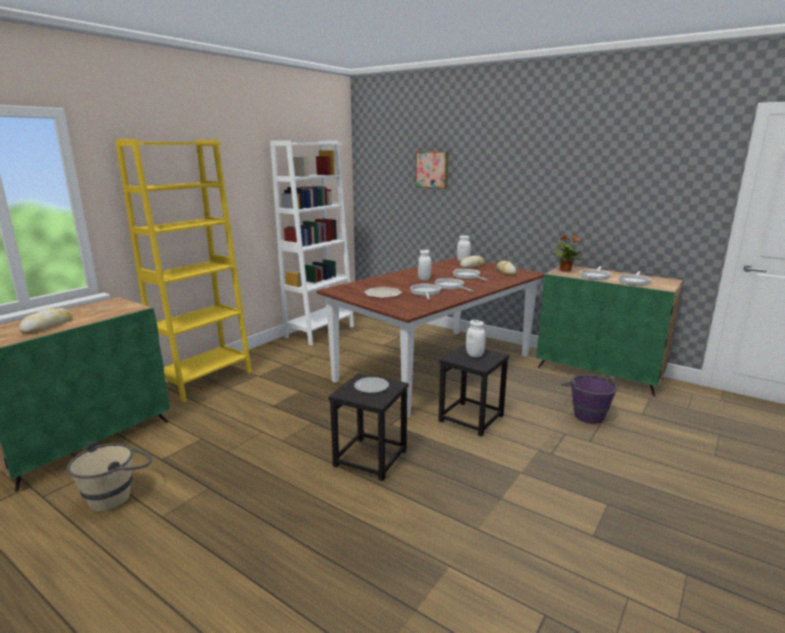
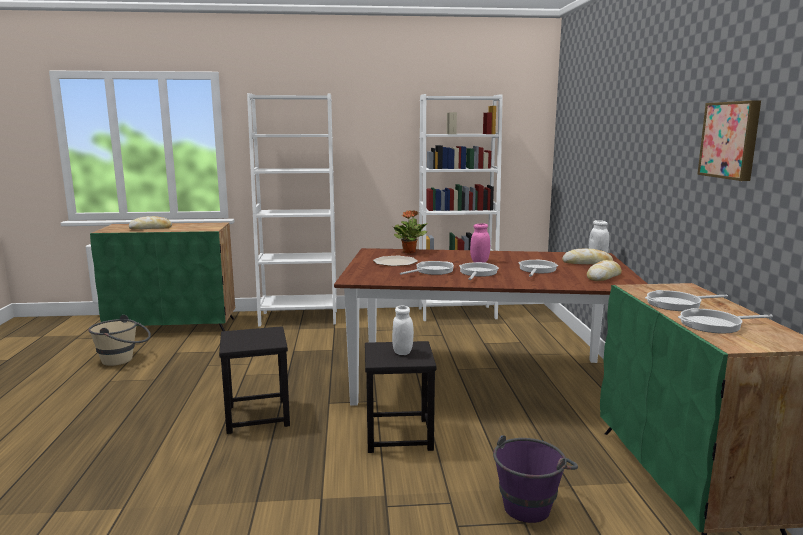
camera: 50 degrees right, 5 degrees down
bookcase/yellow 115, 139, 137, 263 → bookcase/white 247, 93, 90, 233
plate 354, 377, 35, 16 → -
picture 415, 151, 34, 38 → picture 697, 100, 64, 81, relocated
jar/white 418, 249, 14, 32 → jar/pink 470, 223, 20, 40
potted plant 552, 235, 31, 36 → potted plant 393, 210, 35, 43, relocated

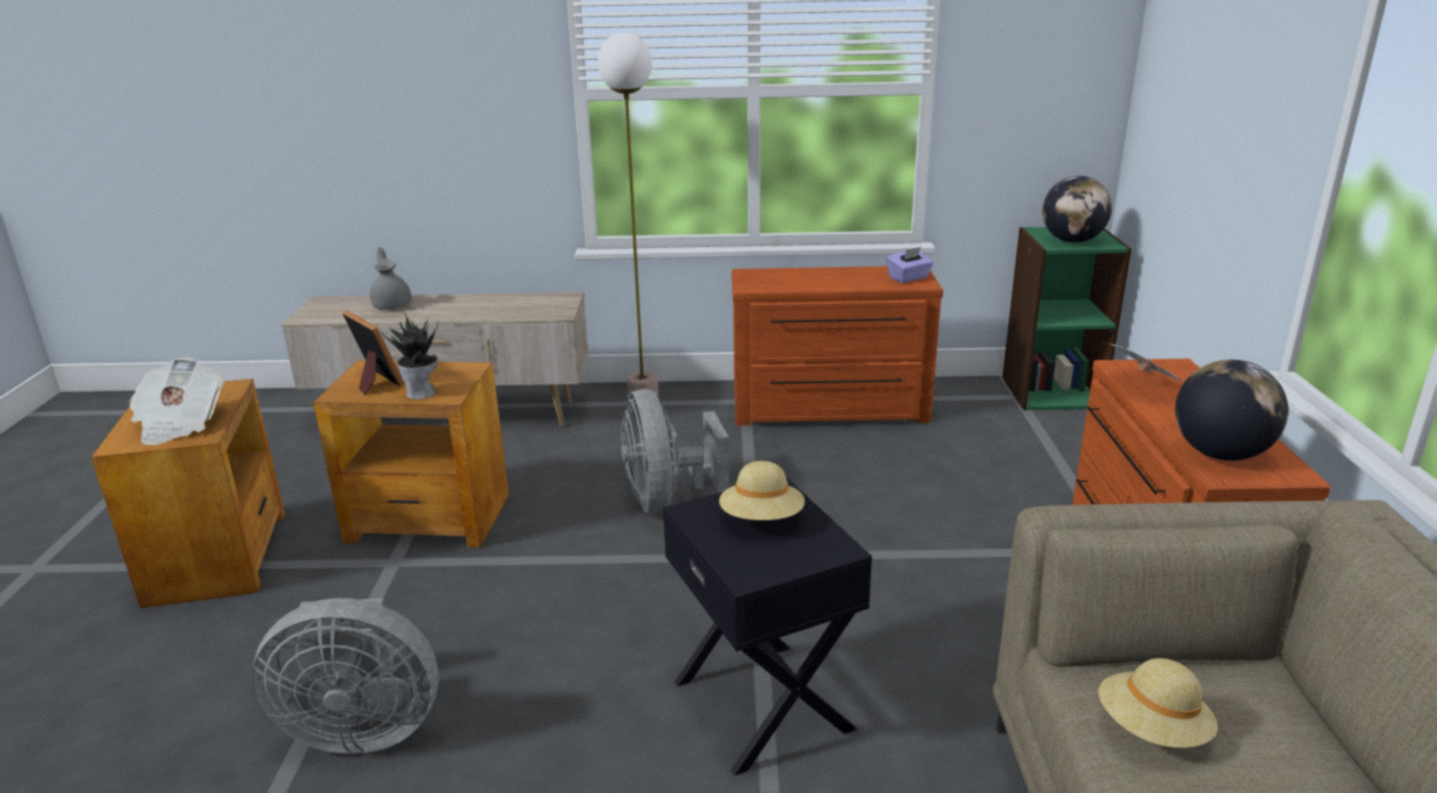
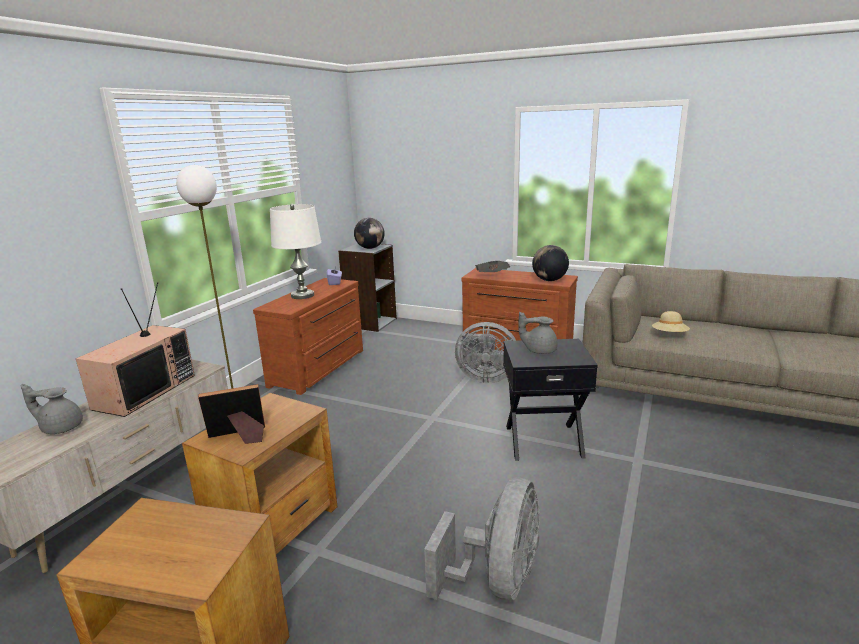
camera: 65 degrees left, 5 degrees down
newspaper 129, 358, 95, 87 → -
potted plant 382, 312, 57, 88 → -
fan/grey 621, 389, 108, 125 → fan/grey 455, 322, 61, 61, relocated
hat/beige 719, 461, 86, 59 → teapot/grey 518, 312, 40, 42
bookcase/green 1002, 227, 129, 183 → bookcase/grey 338, 244, 59, 88
- → television 76, 282, 119, 135
- → table lamp/white 270, 204, 51, 95

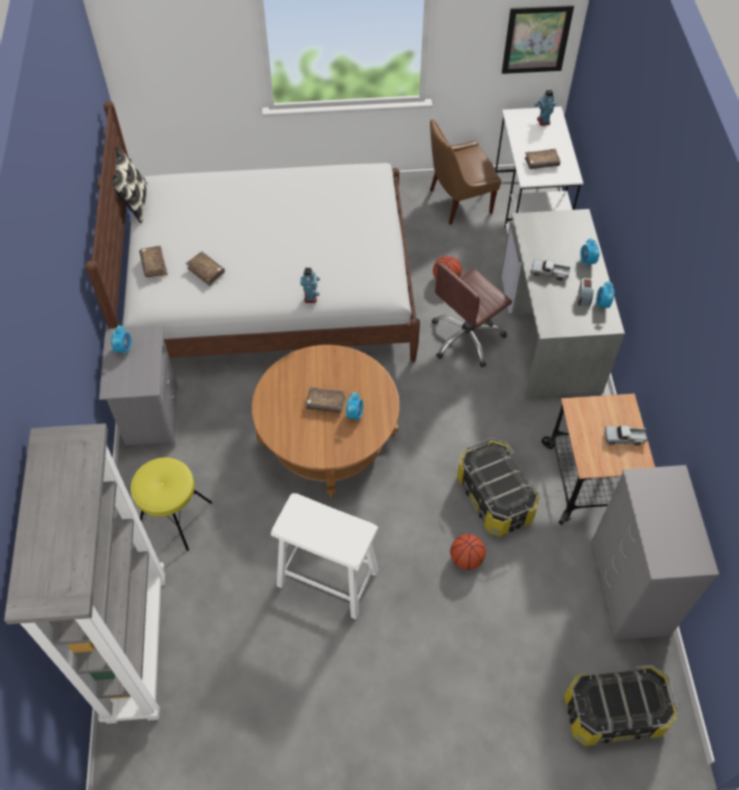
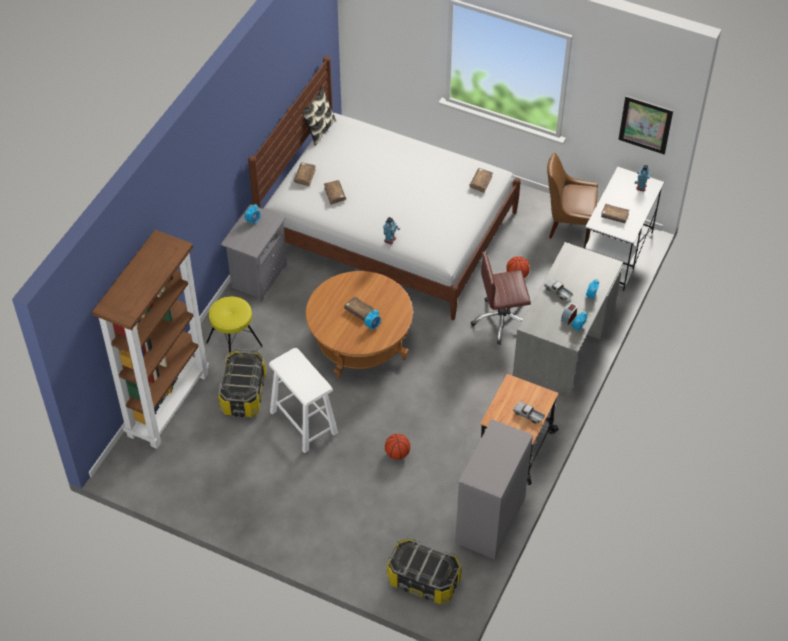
camera: 30 degrees right, 5 degrees down
bookcase/grey 4, 423, 161, 301 → bookcase/brown 92, 230, 118, 219
storage box 457, 438, 83, 98 → storage box 218, 349, 48, 68, relocated
- → book/brown 469, 168, 24, 25

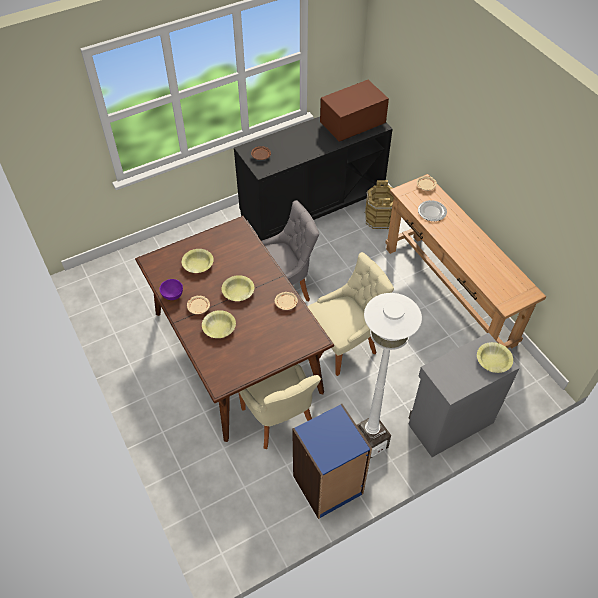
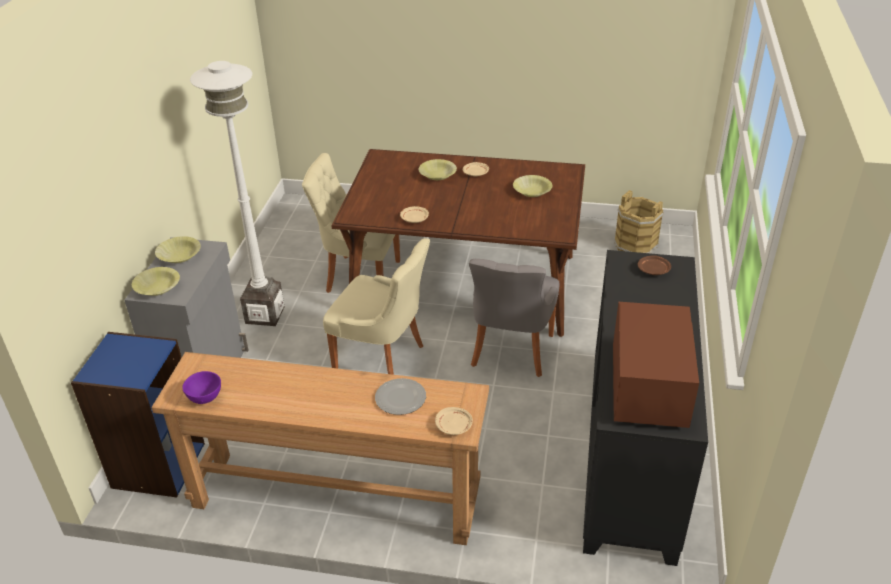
camera: 130 degrees right, 15 degrees down
bowl/purple 159, 279, 24, 21 → bowl/purple 182, 371, 39, 33, relocated
bowl/yellow 222, 275, 32, 26 → bowl/yellow 155, 236, 46, 27, relocated
bookcase/blue 292, 404, 80, 115 → bookcase/blue 71, 332, 134, 165, relocated
chair/beige 307, 252, 87, 124 → chair/beige 323, 238, 107, 137, 75 degrees counterclockwise
bucket/brown 364, 180, 30, 50 → bucket/brown 614, 190, 50, 63, relocated

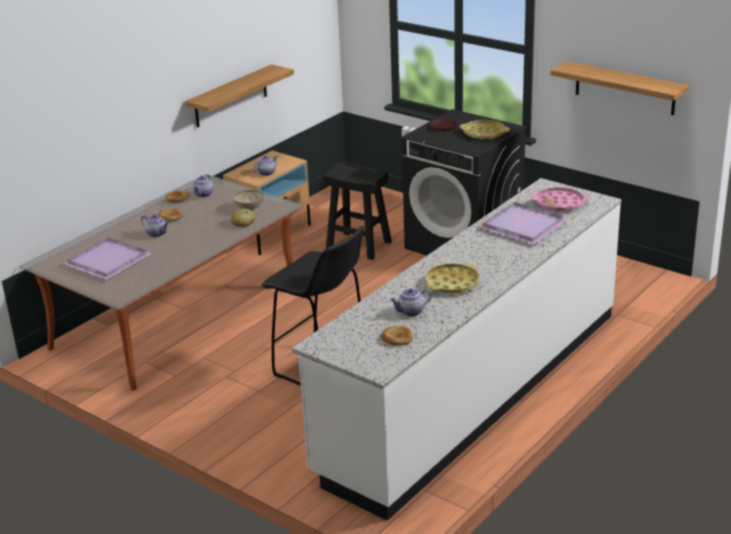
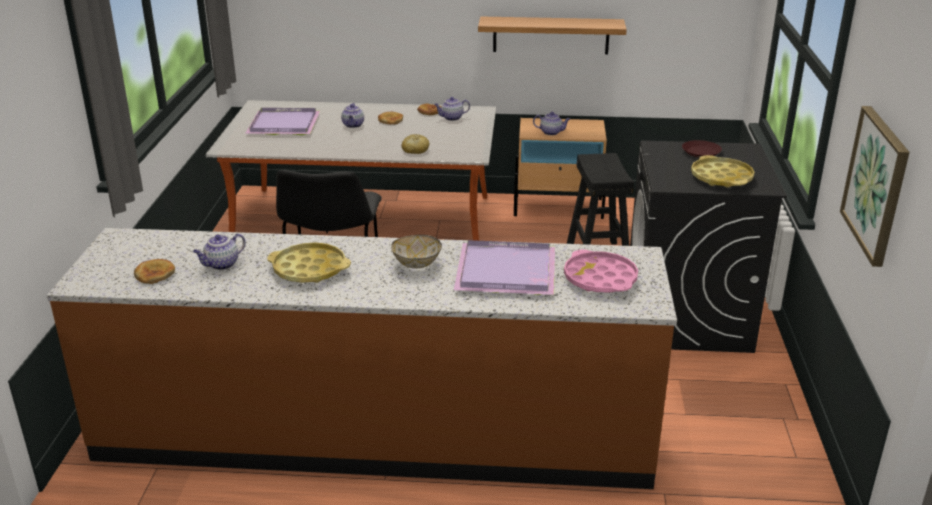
camera: 55 degrees right, 0 degrees up
bowl 233, 190, 31, 20 → bowl 391, 235, 51, 34, relocated
counter/white 292, 178, 329, 343 → counter/brown 47, 228, 630, 261
teapot 391, 288, 40, 28 → teapot 193, 233, 53, 37, 75 degrees counterclockwise
shelf 551, 61, 138, 54 → picture 840, 106, 70, 161

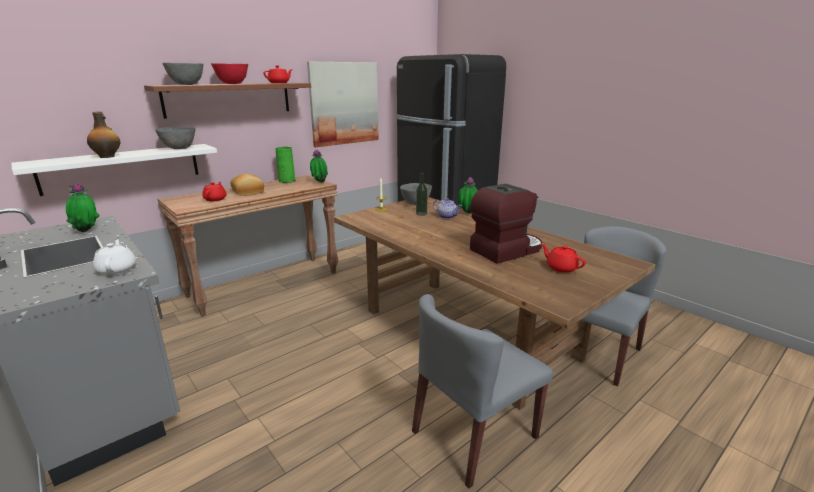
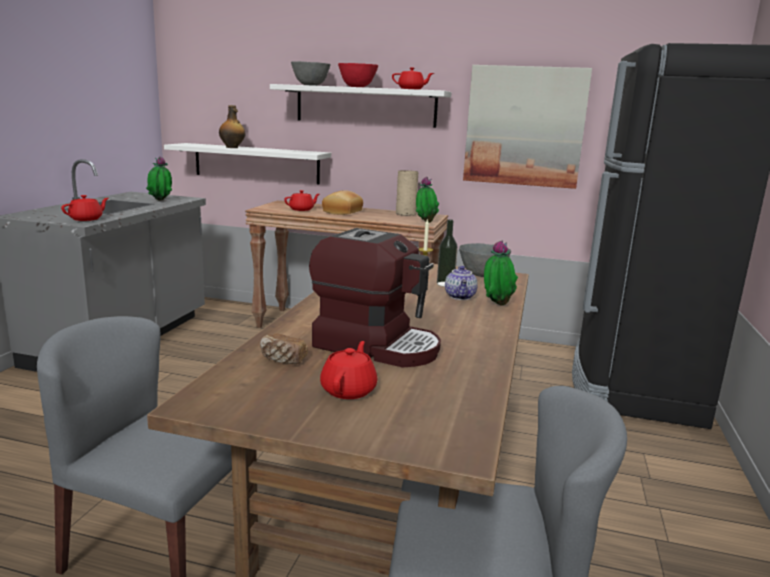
camera: 55 degrees right, 5 degrees down
teapot/white 93, 239, 43, 36 → teapot/red 61, 195, 47, 26
shelf/brown 144, 83, 167, 36 → shelf/white 270, 84, 182, 44
bowl/grey 155, 127, 40, 22 → -
vase/green 276, 147, 19, 36 → vase/beige 396, 170, 22, 46
- → bread 260, 333, 48, 31

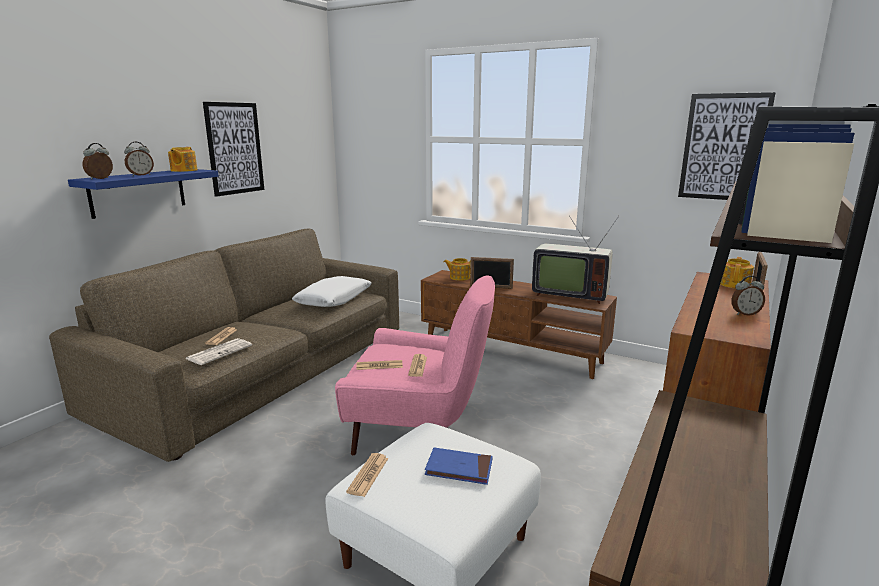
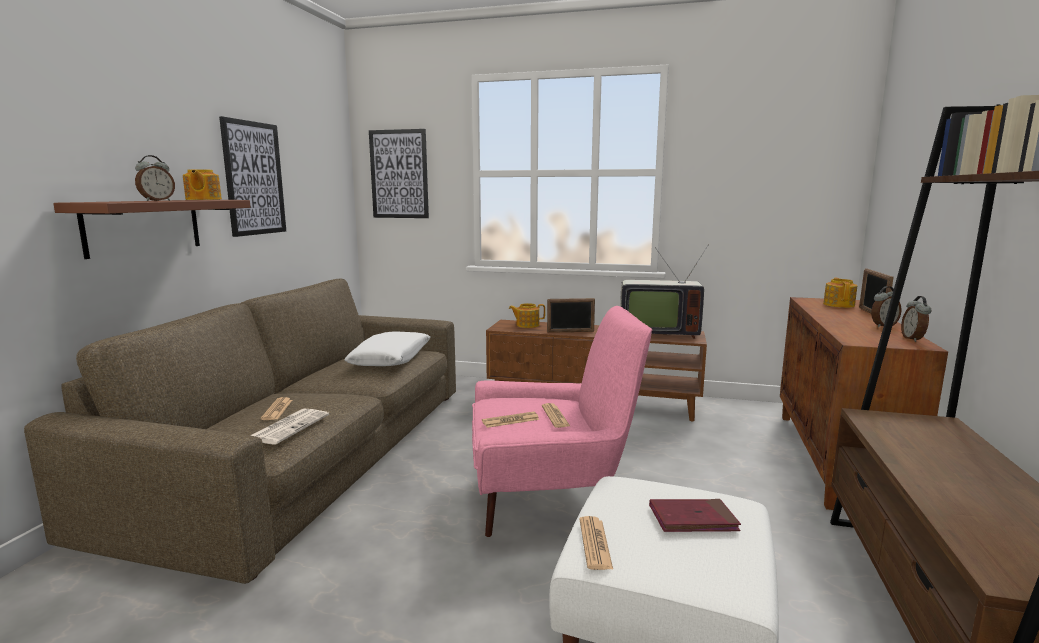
camera: 15 degrees left, 5 degrees down
shelf/blue 68, 169, 151, 50 → shelf/brown 53, 200, 197, 59
alarm clock 83, 143, 30, 37 → alarm clock 901, 296, 31, 46, relocated
book/blue 425, 447, 68, 38 → book/red 649, 499, 92, 33
picture 678, 92, 98, 108 → picture 369, 129, 60, 89, relocated

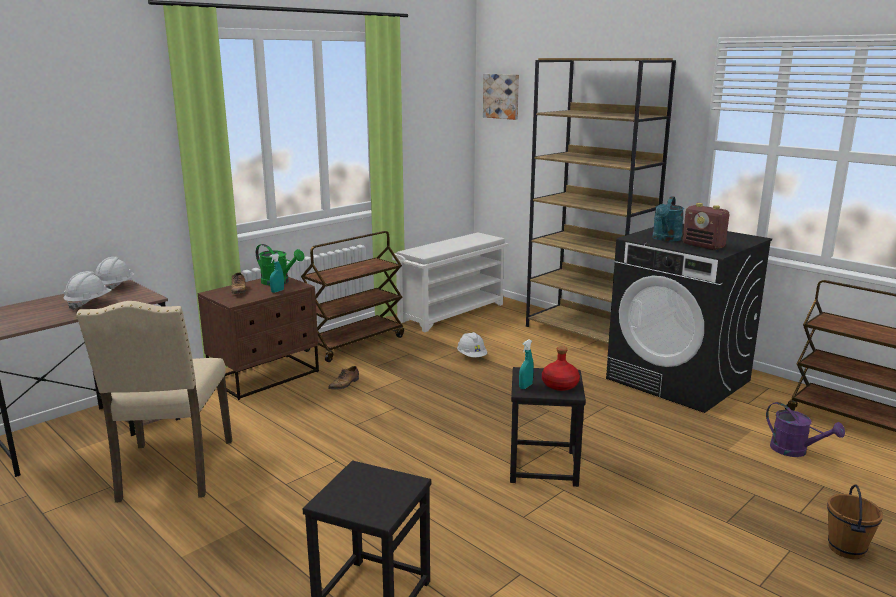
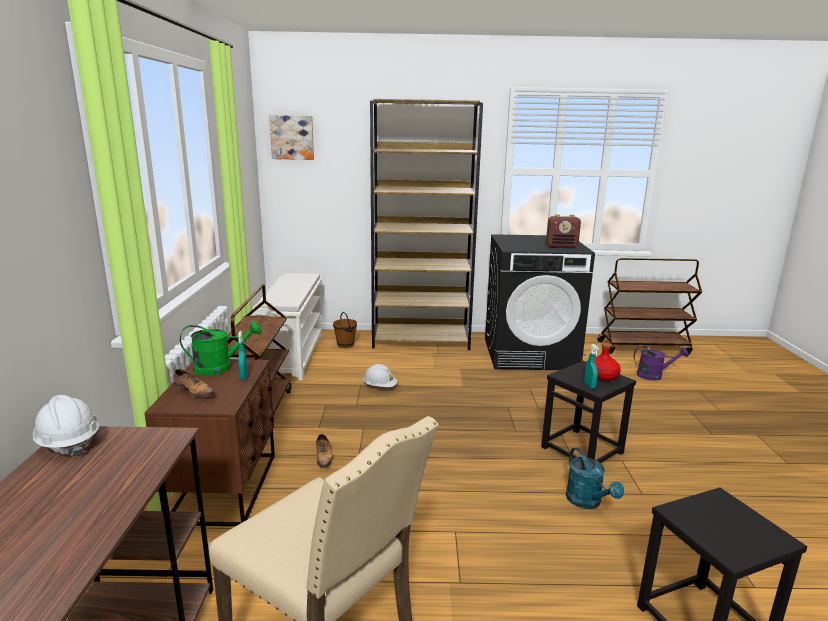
camera: 45 degrees left, 0 degrees up
hard hat/white 64, 271, 48, 39 → -
watering can/turquoise 652, 196, 32, 45 → watering can/turquoise 566, 447, 58, 62, relocated
bucket/brown 827, 485, 56, 74 → bucket/brown 333, 312, 24, 36, relocated

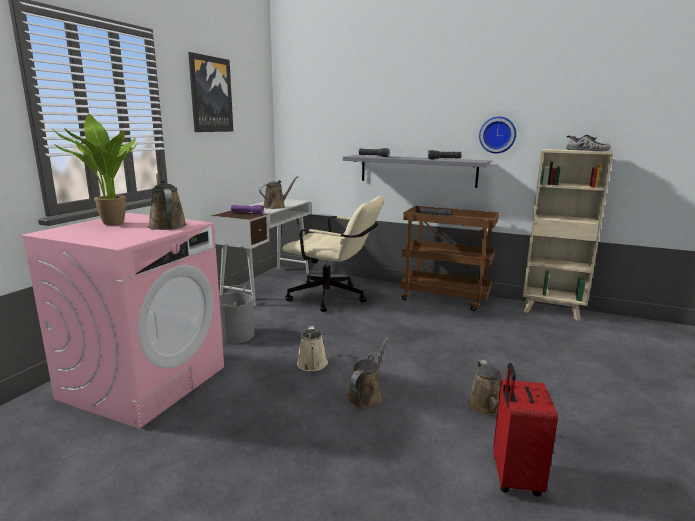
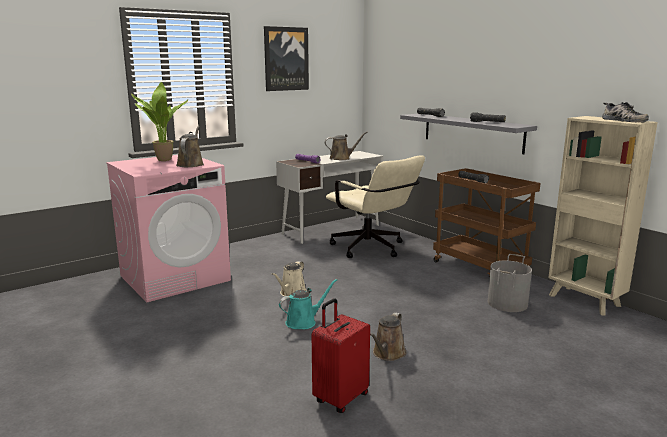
camera: 30 degrees right, 0 degrees up
bucket/grey 219, 286, 35, 58 → bucket/grey 488, 254, 44, 58, relocated
watering can/brown 346, 338, 43, 70 → watering can/turquoise 279, 279, 59, 50
wall clock 479, 117, 37, 36 → -

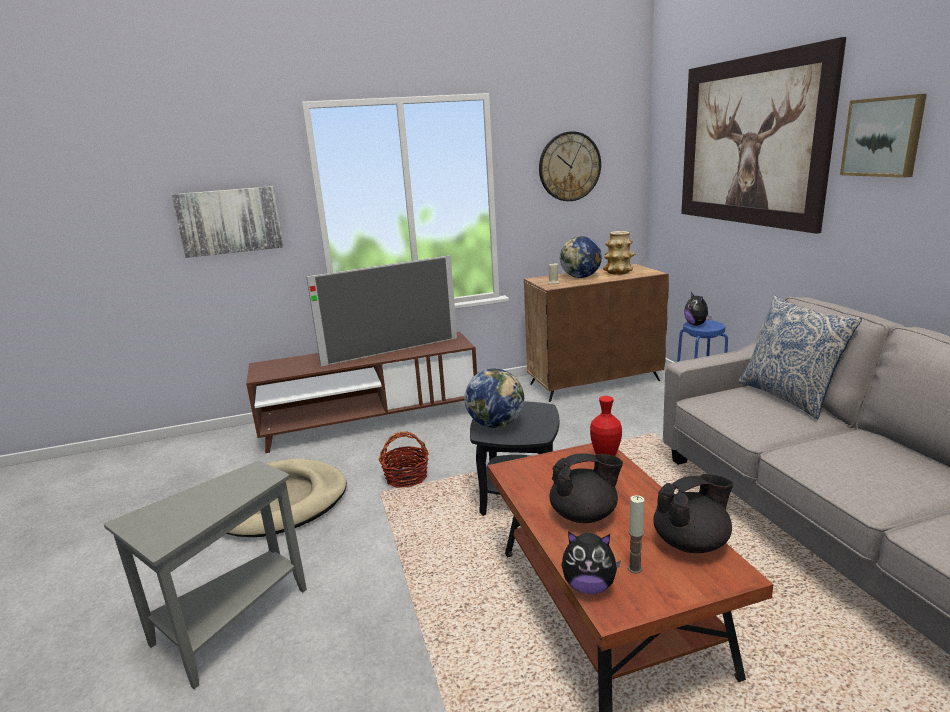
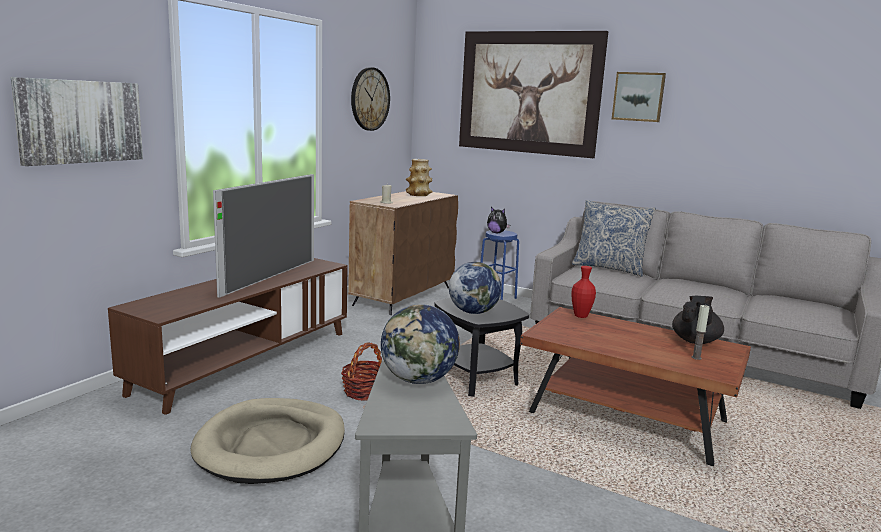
camera: 45 degrees left, 5 degrees down
teapot/black 549, 453, 74, 70 → -
globe 560, 236, 42, 42 → globe 381, 304, 79, 80, relocated
plush toy 562, 532, 59, 62 → -

